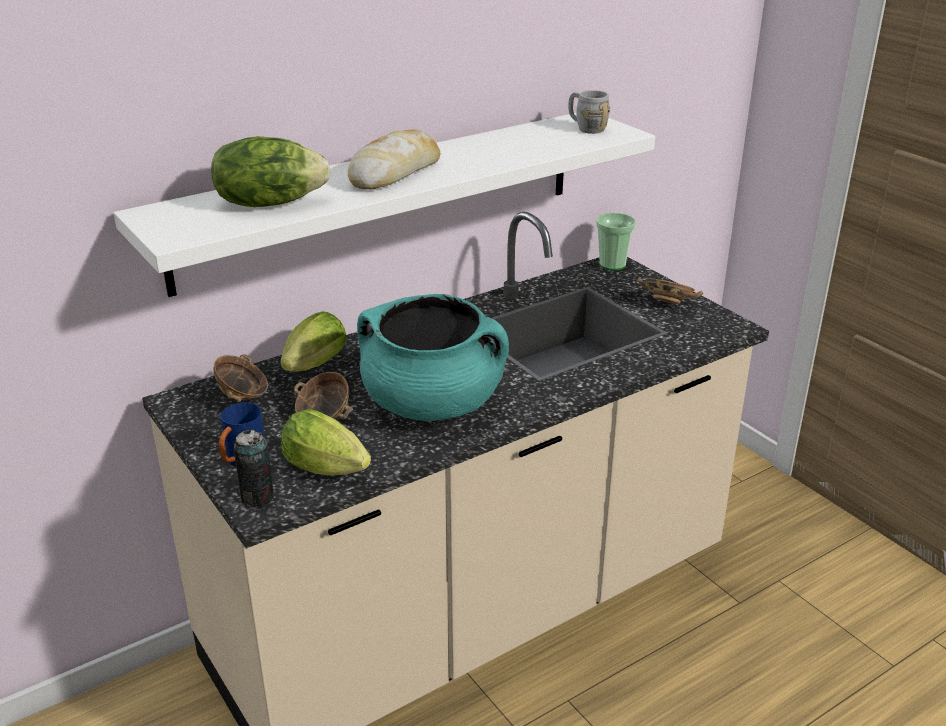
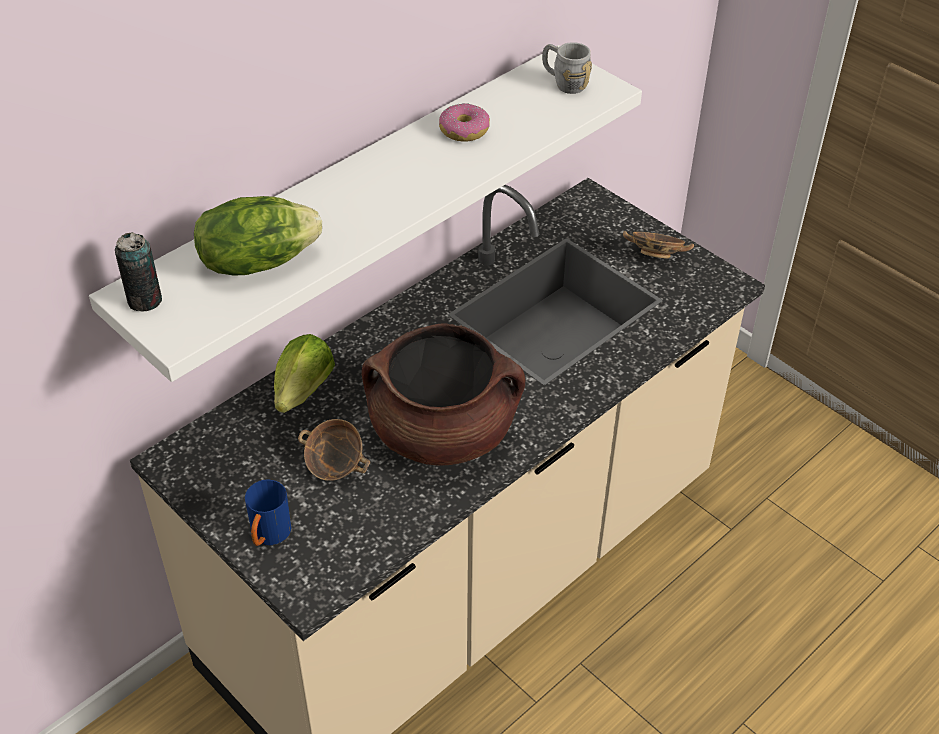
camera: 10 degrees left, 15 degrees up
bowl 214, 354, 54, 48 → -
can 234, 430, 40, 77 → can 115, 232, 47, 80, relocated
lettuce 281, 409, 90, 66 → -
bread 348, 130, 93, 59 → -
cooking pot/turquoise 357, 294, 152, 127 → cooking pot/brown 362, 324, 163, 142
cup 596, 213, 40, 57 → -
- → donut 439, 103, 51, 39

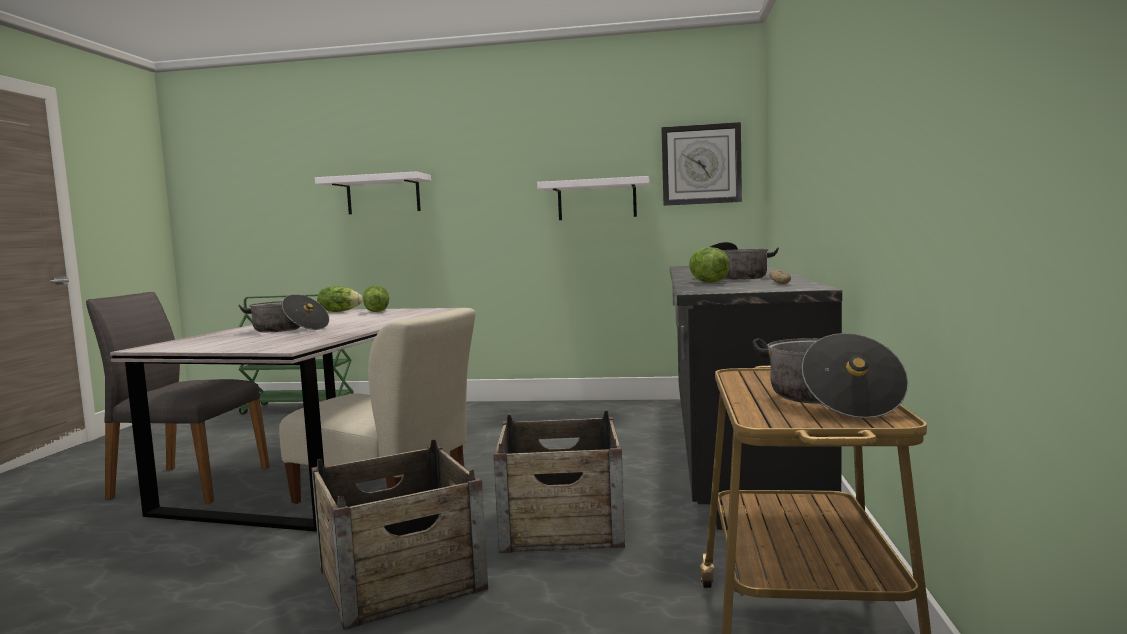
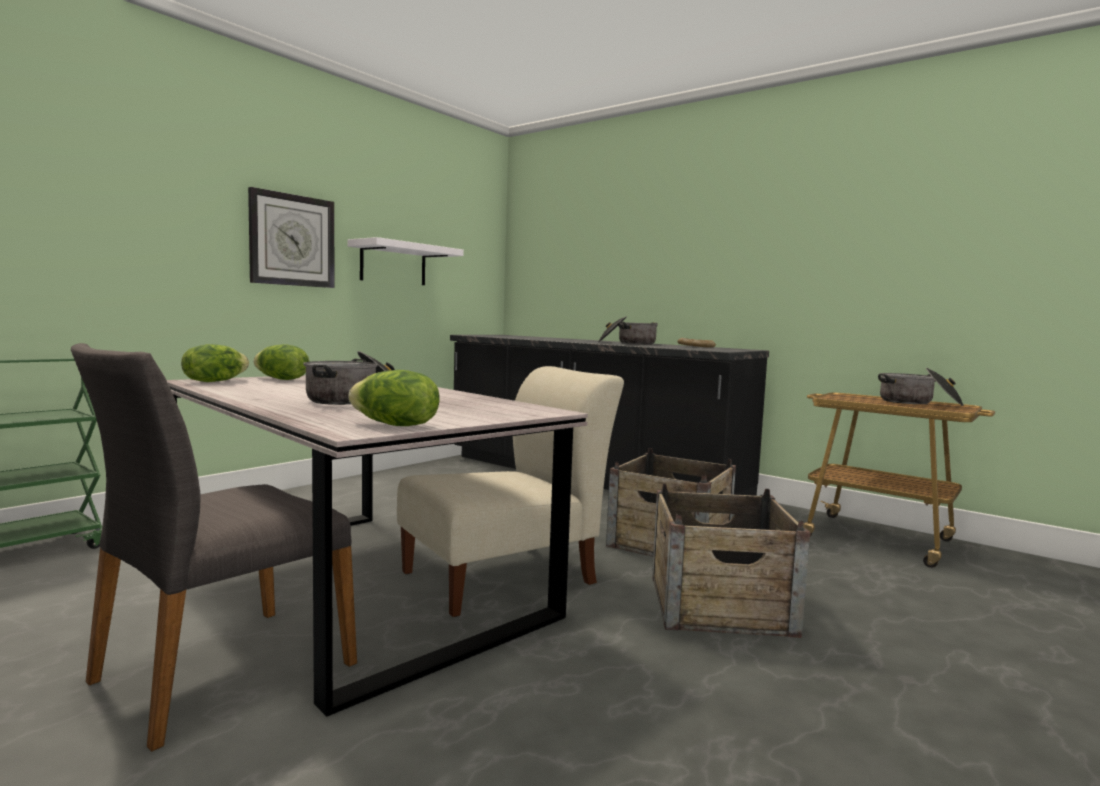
camera: 60 degrees left, 0 degrees up
shelf/white 315, 171, 116, 43 → -
wall clock 661, 122, 81, 84 → wall clock 248, 187, 86, 101, relocated
lettuce 689, 247, 41, 36 → lettuce 348, 370, 92, 56, relocated

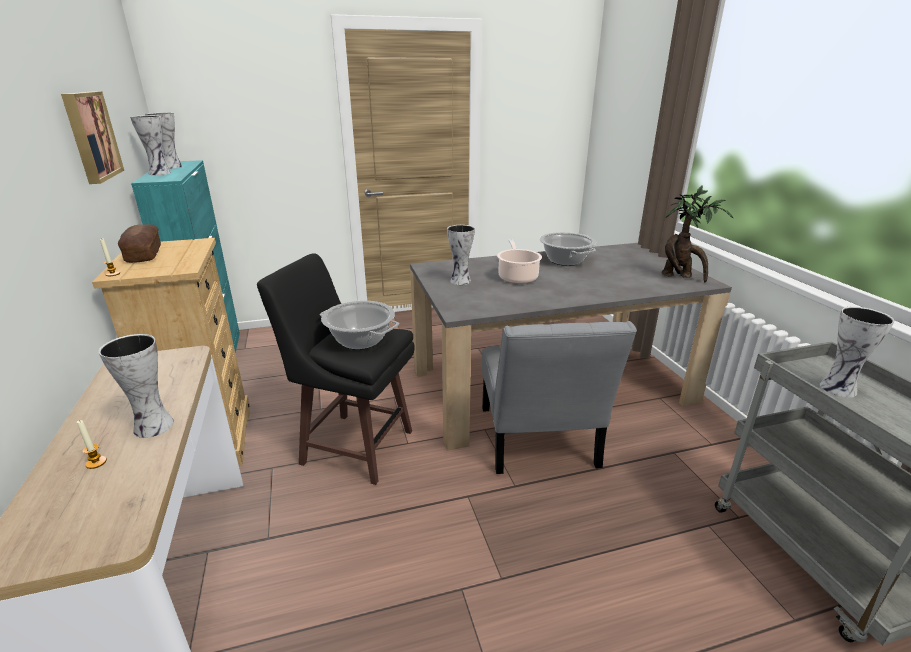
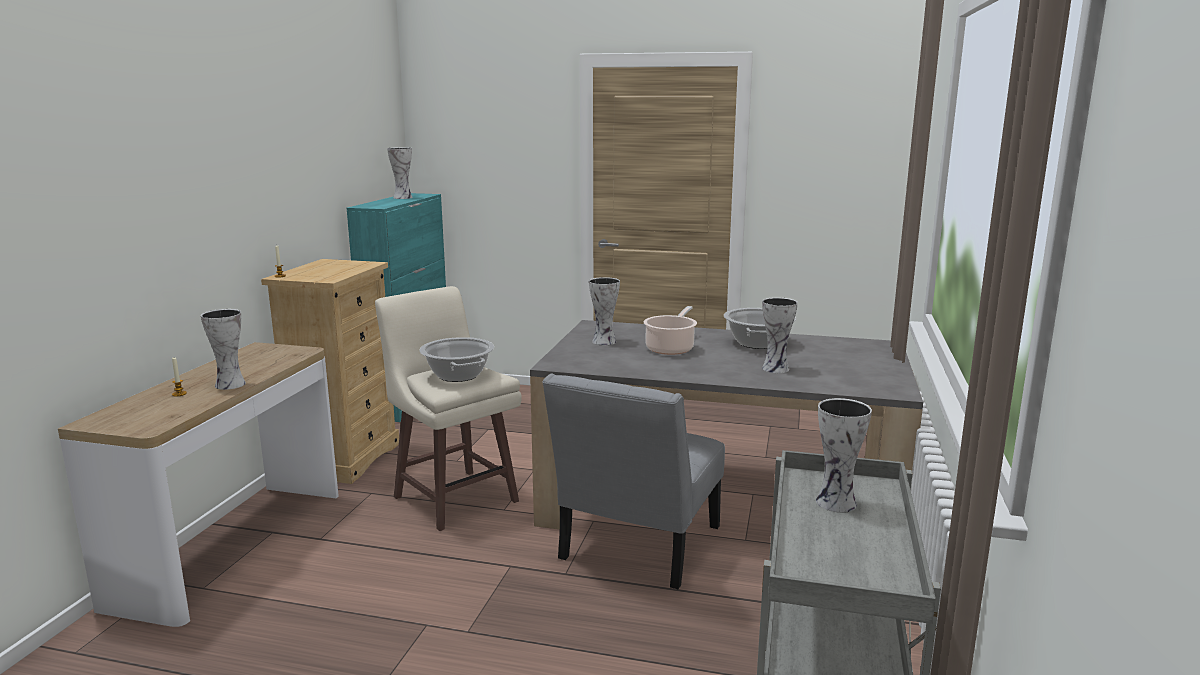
camera: 30 degrees right, 10 degrees down
picture 61, 91, 63, 93 → -
bread 118, 224, 43, 39 → -
vase 130, 115, 42, 60 → vase 762, 297, 36, 76, relocated
stool/black 257, 253, 158, 232 → stool/beige 375, 286, 147, 245
potted plant 662, 185, 71, 98 → -

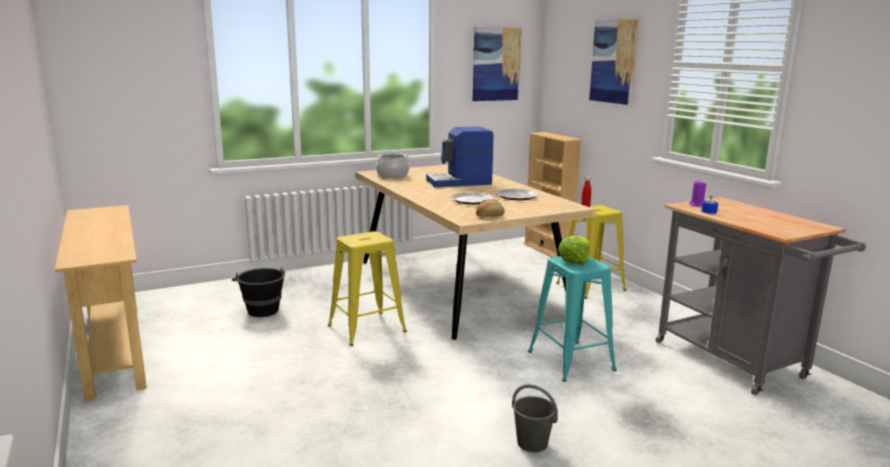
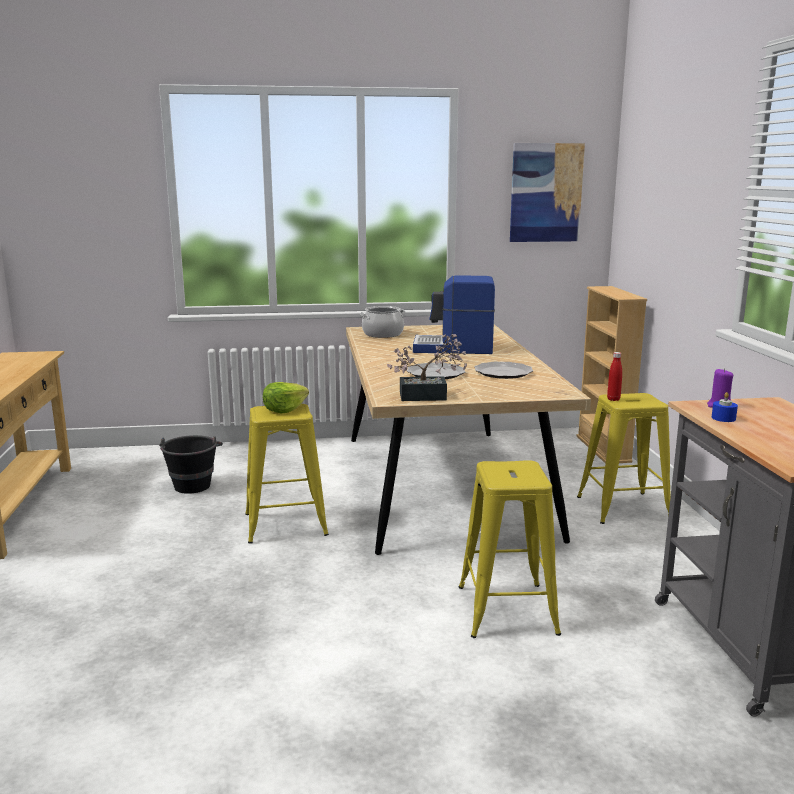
camera: 20 degrees right, 0 degrees up
bread 476, 200, 29, 17 → potted plant 387, 334, 80, 67
bucket/grey 512, 384, 46, 69 → -
stool/turquoise 528, 256, 88, 126 → stool/yellow 459, 460, 102, 178
lettuce 558, 236, 32, 28 → lettuce 263, 382, 46, 31, relocated
picture 589, 19, 50, 86 → -

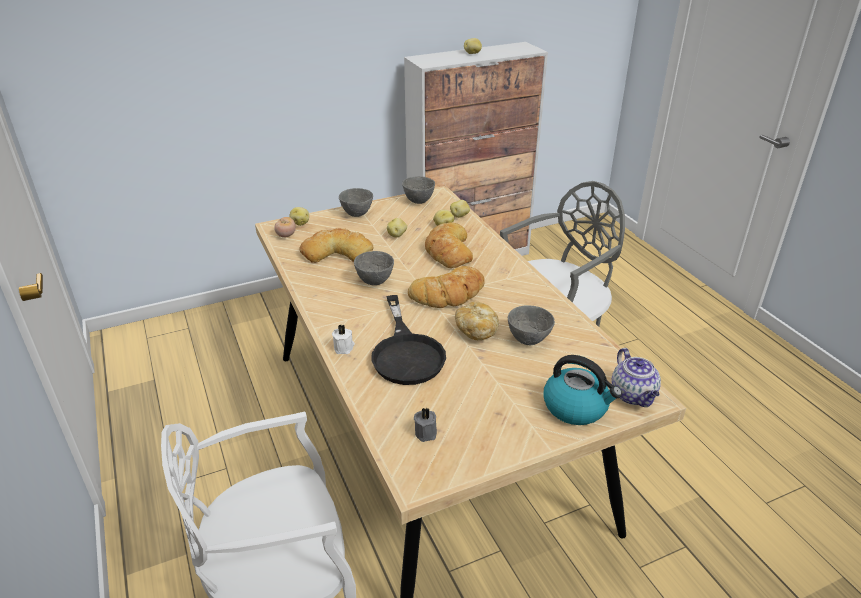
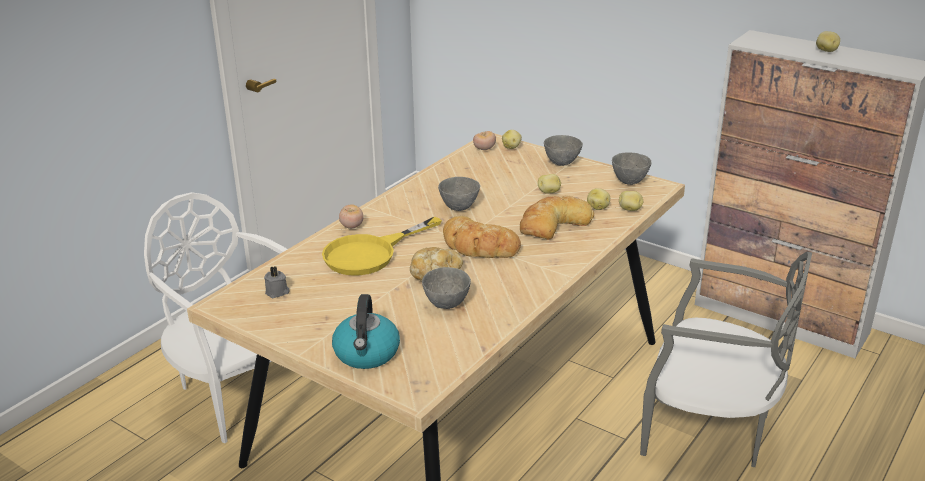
camera: 60 degrees right, 5 degrees down
bread 299, 228, 75, 35 → -
candle/white 332, 325, 23, 29 → tomato 339, 204, 25, 25
frying pan/black 371, 295, 75, 90 → frying pan/yellow 322, 217, 120, 59
teapot 611, 348, 50, 59 → -

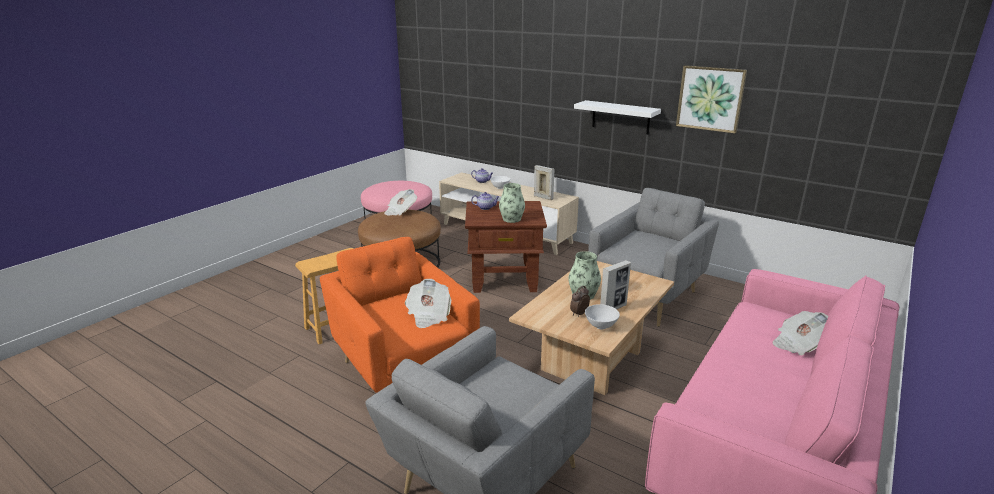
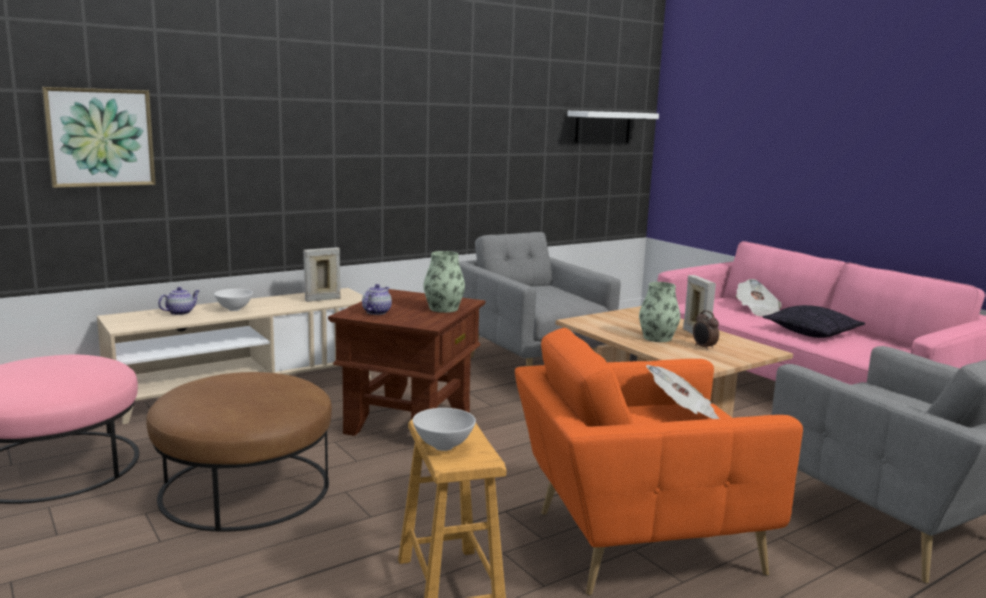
camera: 70 degrees left, 10 degrees down
newspaper 384, 189, 33, 27 → -
shelf/white 574, 100, 87, 34 → shelf/white 567, 111, 92, 32, relocated
bowl/white 585, 304, 35, 25 → bowl/white 413, 408, 63, 43, relocated
picture 676, 65, 71, 68 → picture 42, 87, 114, 101, relocated
- → pillow 762, 305, 103, 33

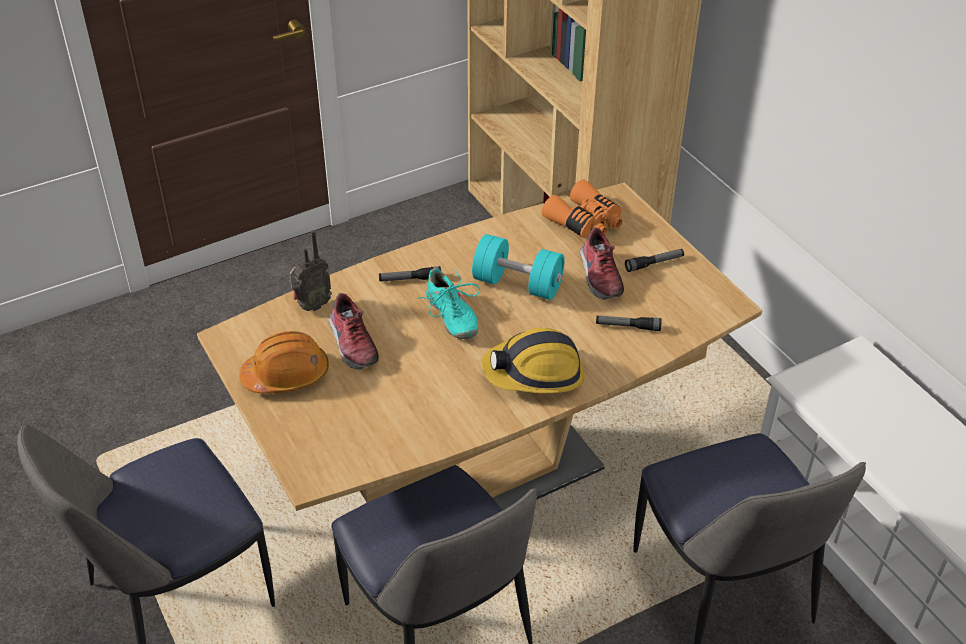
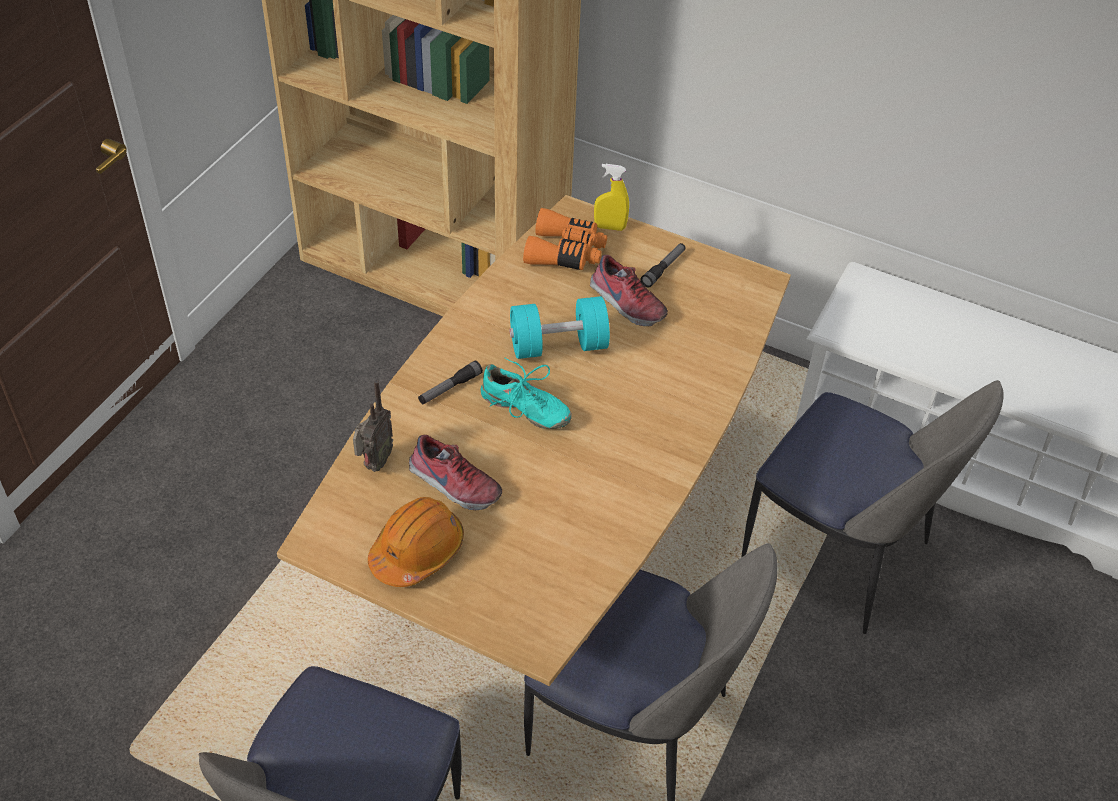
camera: 35 degrees left, 5 degrees up
hard hat 482, 328, 103, 65 → -
flashlight 596, 315, 66, 16 → -
- → spray bottle/yellow 594, 164, 35, 67

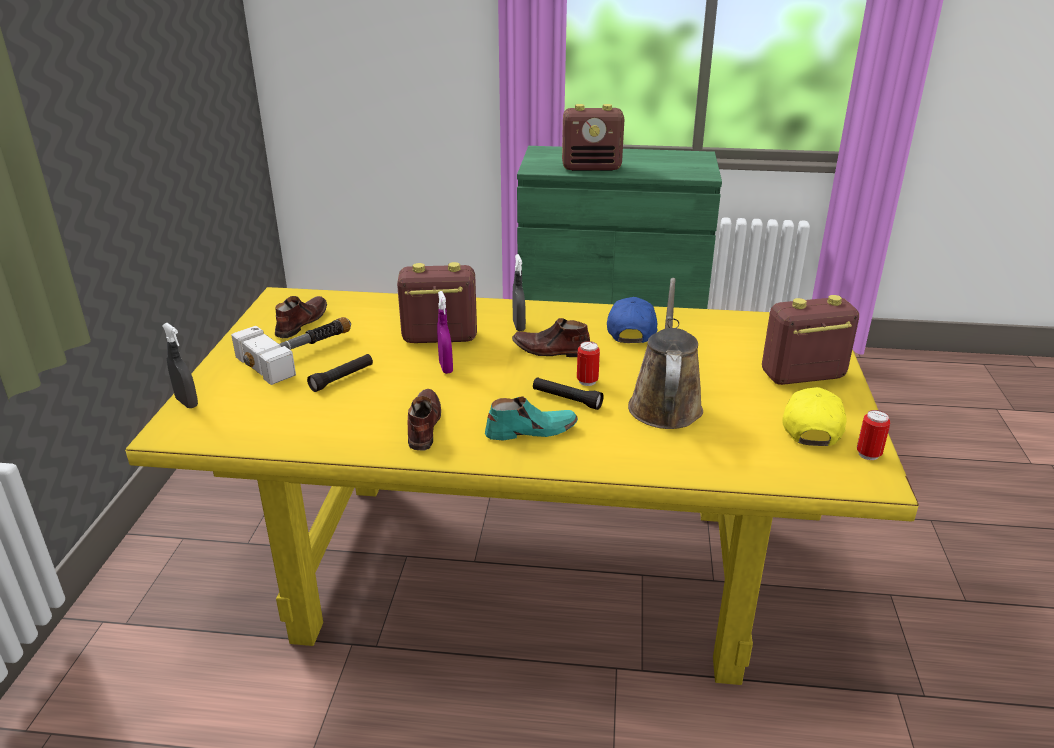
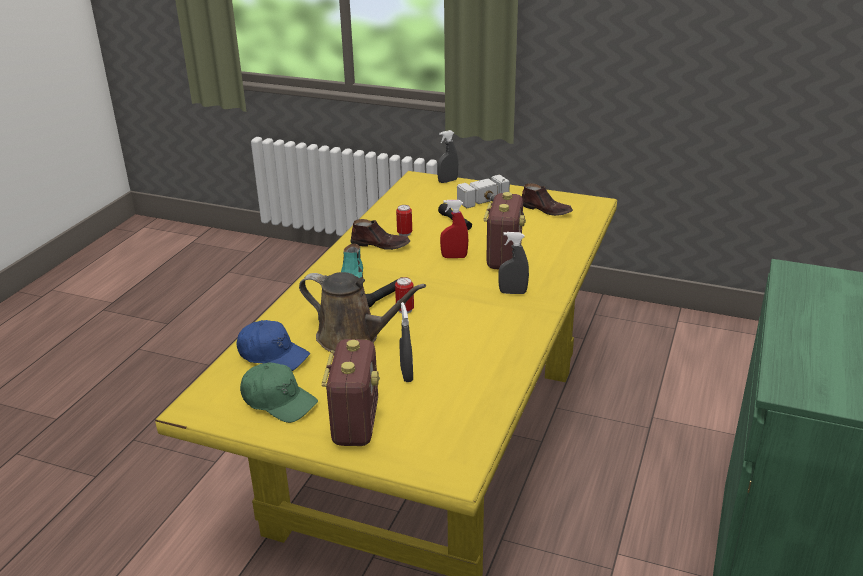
camera: 105 degrees right, 0 degrees up
spray bottle/purple 437, 291, 16, 83 → spray bottle/red 440, 200, 28, 58
shoe/brown 512, 318, 78, 39 → -
radio 562, 104, 63, 67 → -
cap/blue 607, 297, 50, 46 → cap/blue 237, 320, 73, 51, relocated
cap/yellow 782, 387, 65, 59 → cap/green 240, 362, 78, 61
can 857, 410, 33, 50 → can 396, 205, 16, 31, relocated
- → spray bottle/grey 399, 302, 14, 80

